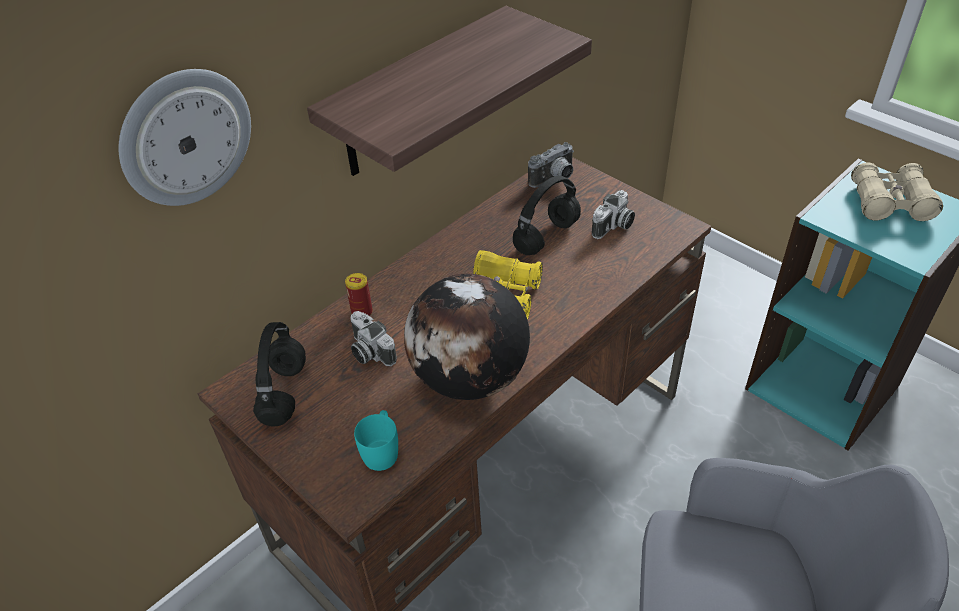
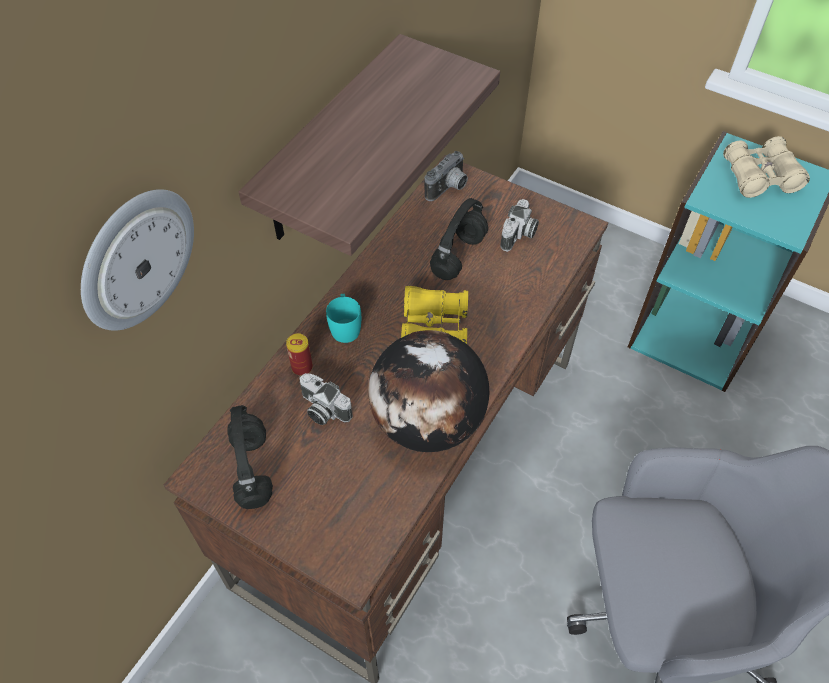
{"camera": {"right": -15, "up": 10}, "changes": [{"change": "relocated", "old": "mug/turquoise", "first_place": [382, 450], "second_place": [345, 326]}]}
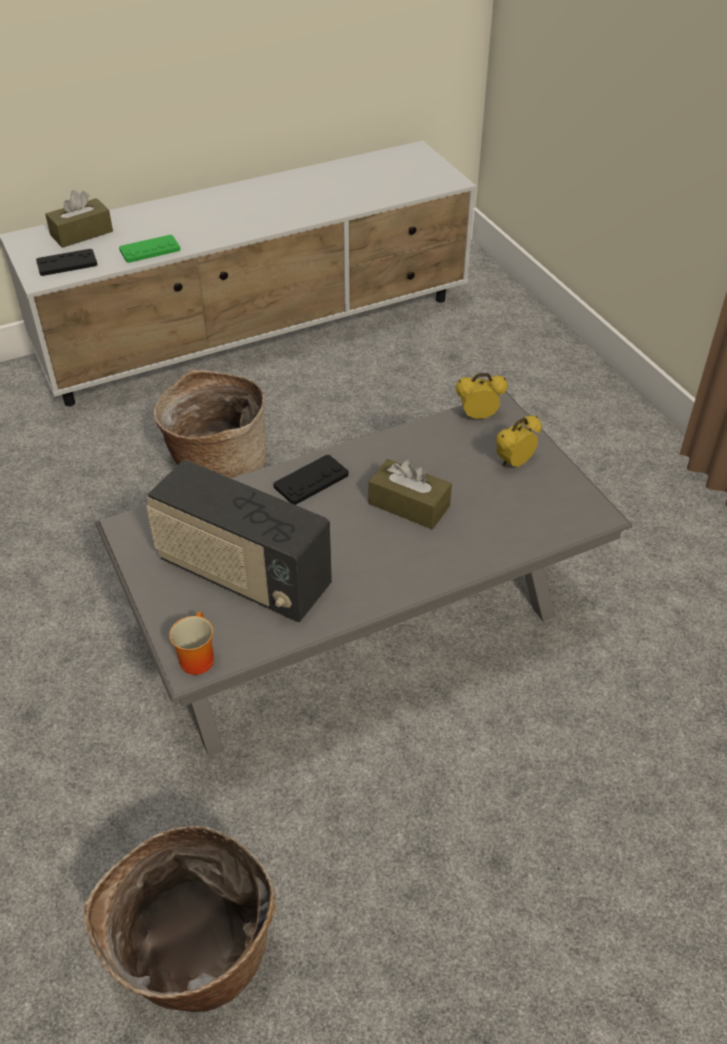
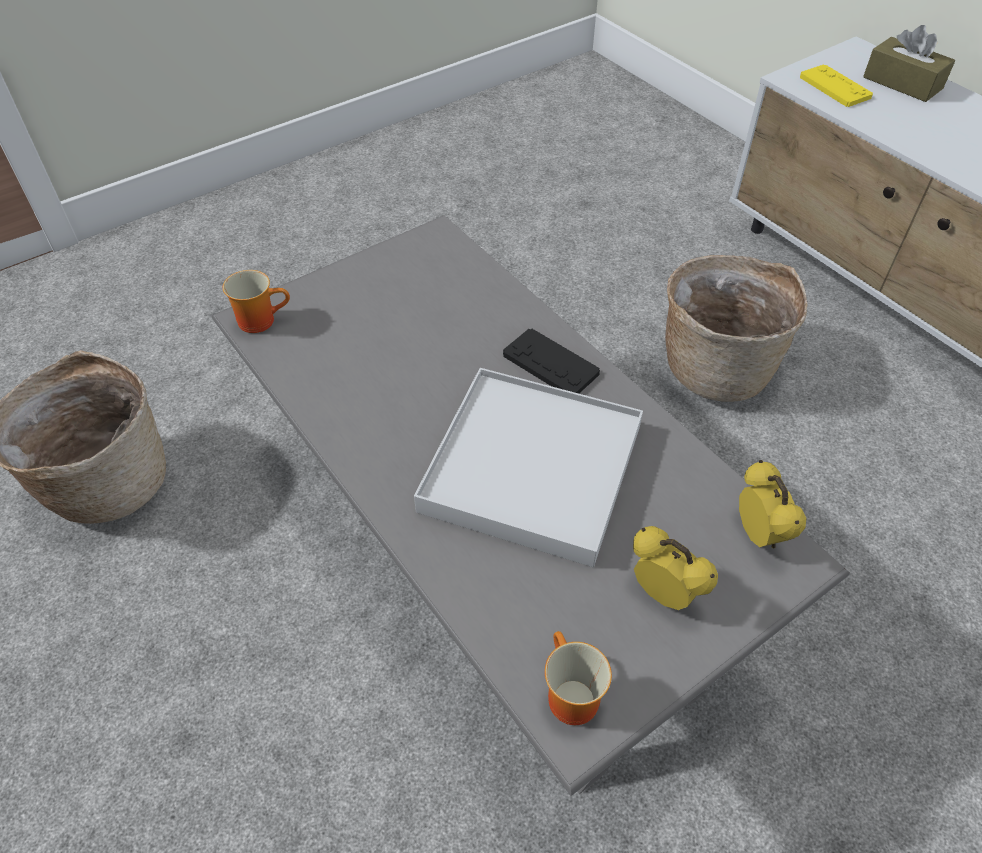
{"camera": {"right": 80, "up": 5}, "changes": [{"change": "missing", "old": "manette/vert", "first_place": [150, 250]}, {"change": "colour", "old": "manette/noir", "new": "manette/jaune", "first_place": [67, 263], "second_place": [834, 87]}, {"change": "missing", "old": "radio", "first_place": [243, 576]}, {"change": "exchanged", "old": "boîte à mouchoirs/marron", "new": "plateau/blanc", "first_place": [409, 505], "second_place": [532, 469]}, {"change": "appeared", "new": "mug", "second_place": [567, 696]}]}
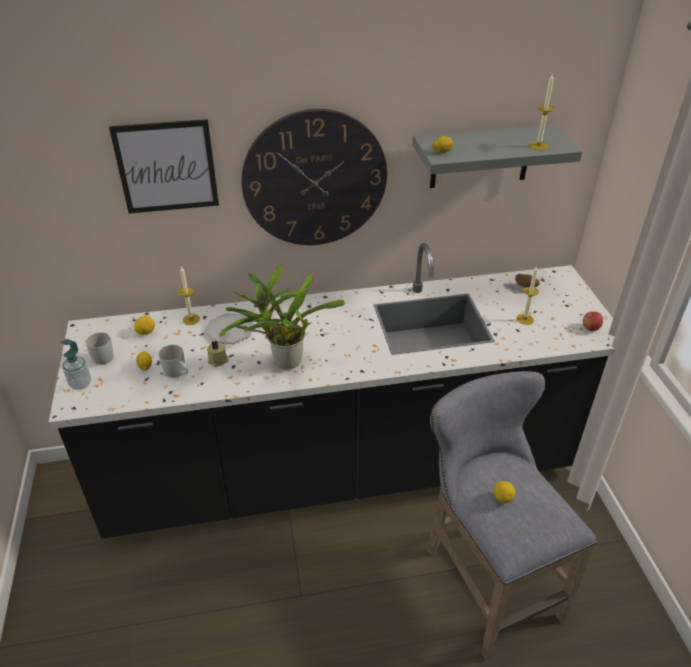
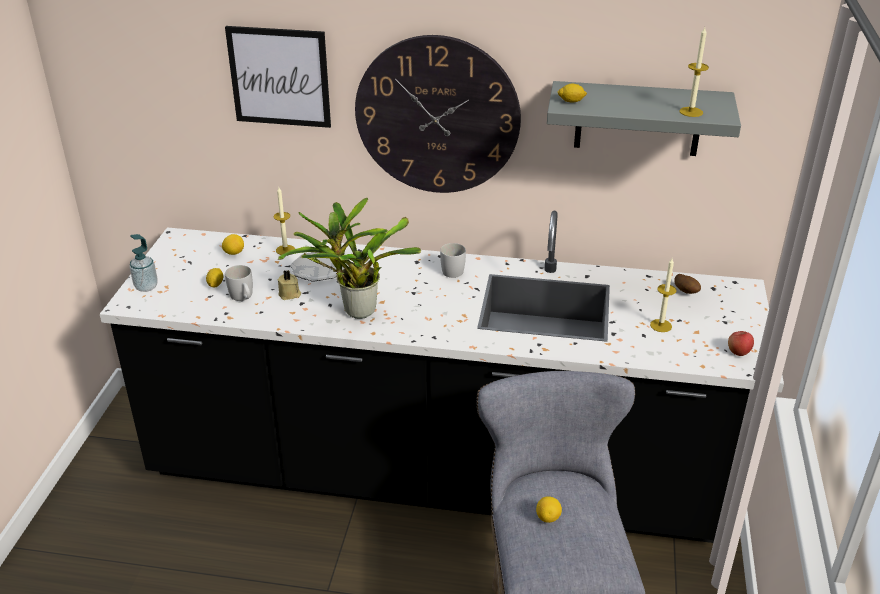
{"camera": {"right": 20, "up": -5}, "changes": [{"change": "relocated", "old": "mug/blanc", "first_place": [101, 356], "second_place": [451, 269]}]}
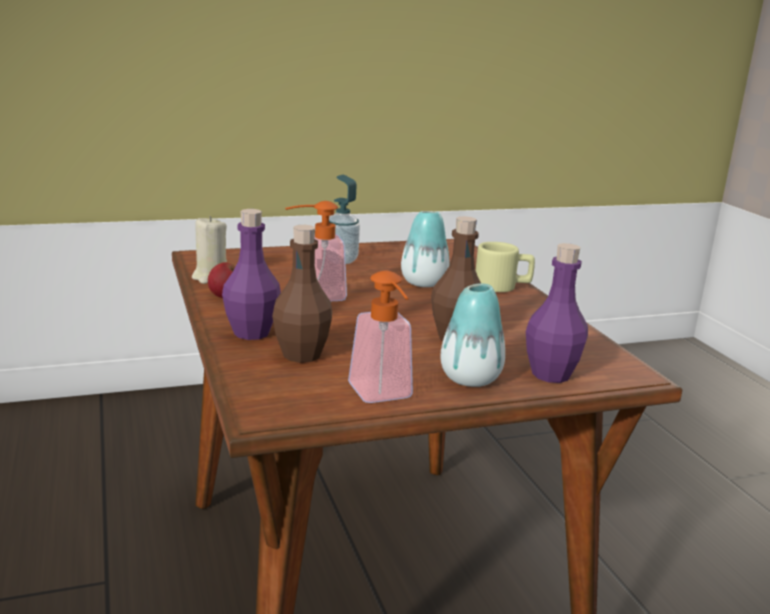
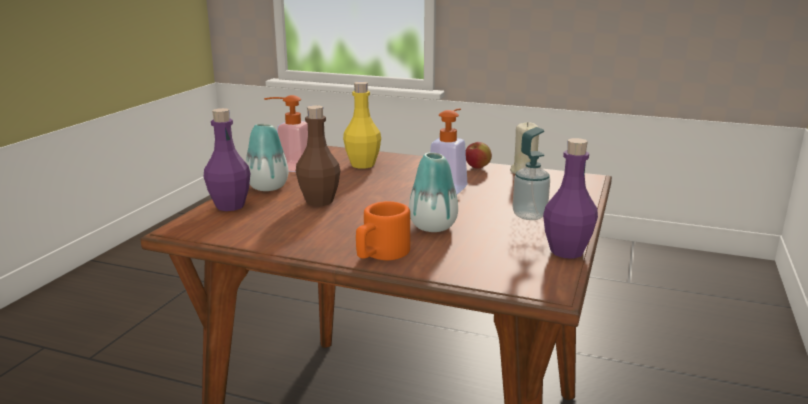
{"camera": {"right": 130, "up": 0}, "changes": [{"change": "relocated", "old": "bouteille/violet", "first_place": [251, 333], "second_place": [567, 251]}, {"change": "colour", "old": "bouteille/marron", "new": "bouteille/jaune", "first_place": [301, 355], "second_place": [362, 165]}, {"change": "colour", "old": "mug/beige", "new": "mug/orange", "first_place": [502, 286], "second_place": [381, 254]}]}
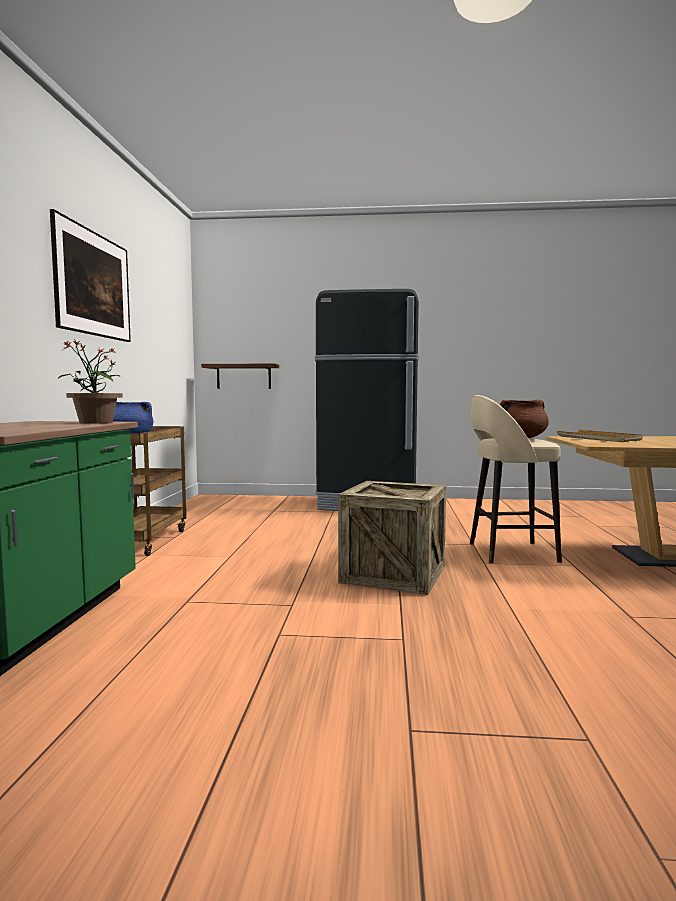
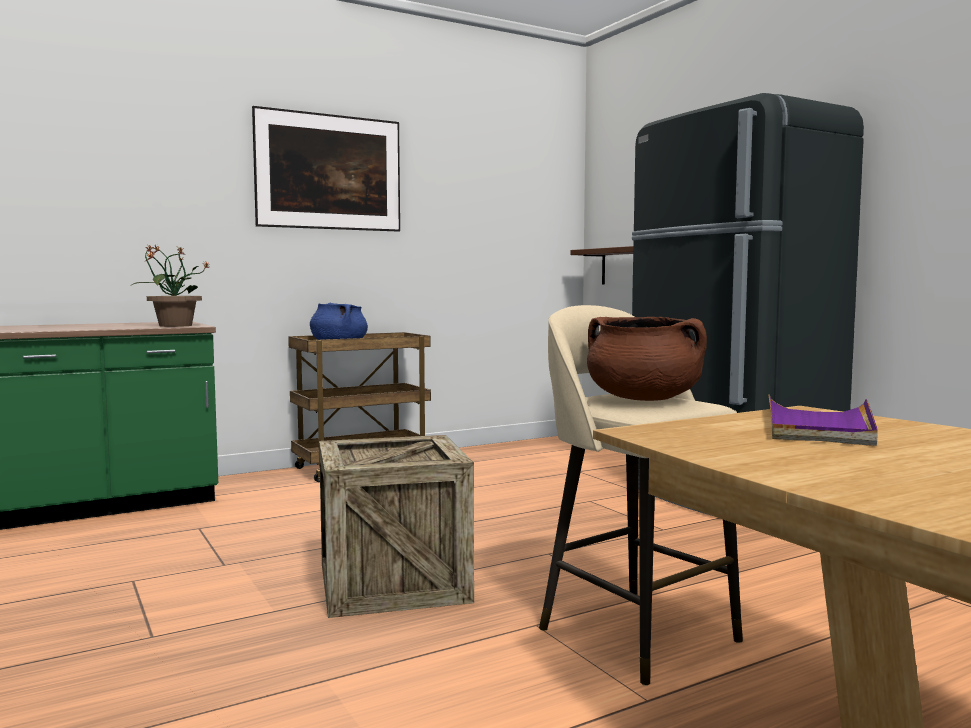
{"camera": {"right": 55, "up": 0}, "changes": [{"change": "colour", "old": "plateau/beige", "new": "plateau/violet", "first_place": [599, 439], "second_place": [819, 426]}]}
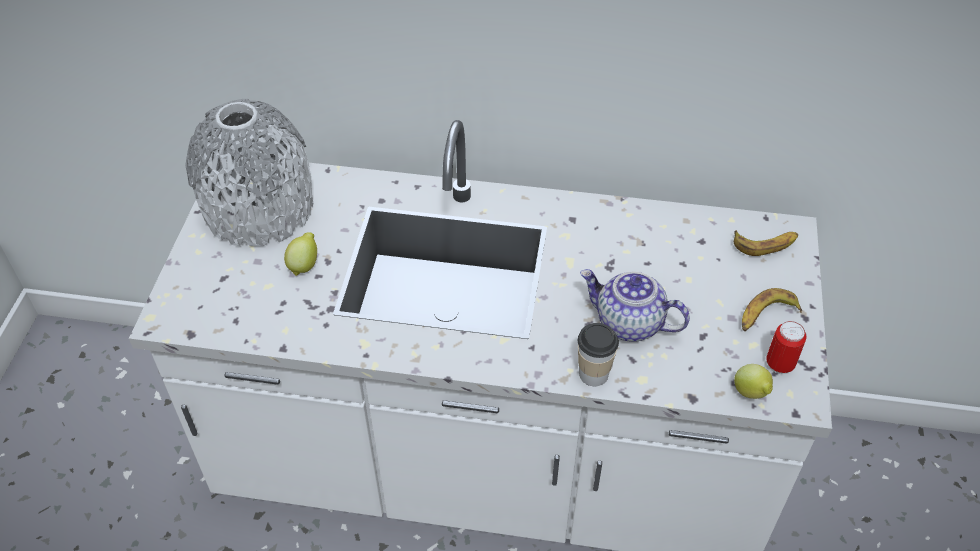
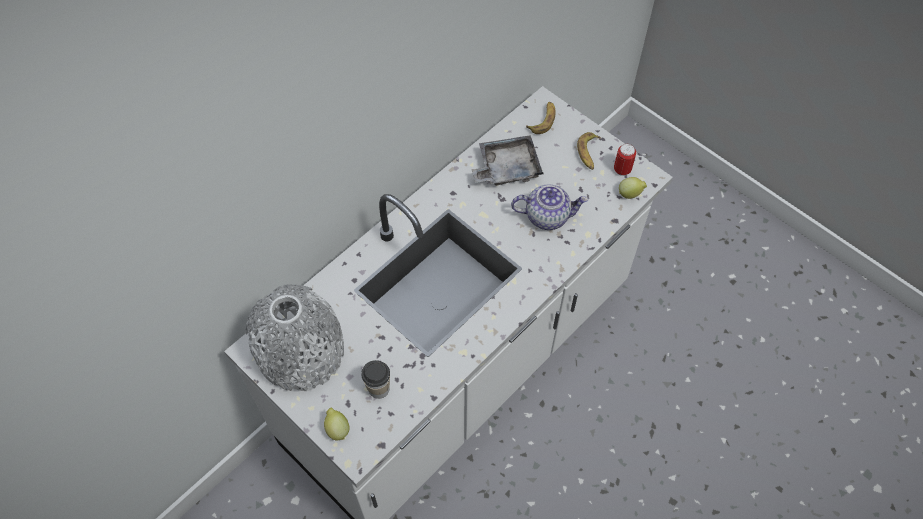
{"camera": {"right": -55, "up": 10}, "changes": [{"change": "relocated", "old": "citron", "first_place": [304, 265], "second_place": [337, 429]}, {"change": "spun", "old": "théière", "first_place": [628, 323], "second_place": [547, 216], "degrees": -150}, {"change": "relocated", "old": "tasse", "first_place": [593, 374], "second_place": [378, 389]}, {"change": "appeared", "new": "plateau/gris", "second_place": [507, 168]}]}
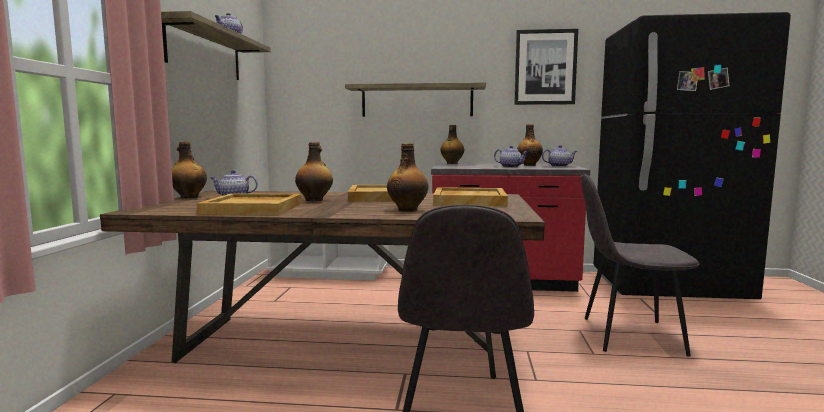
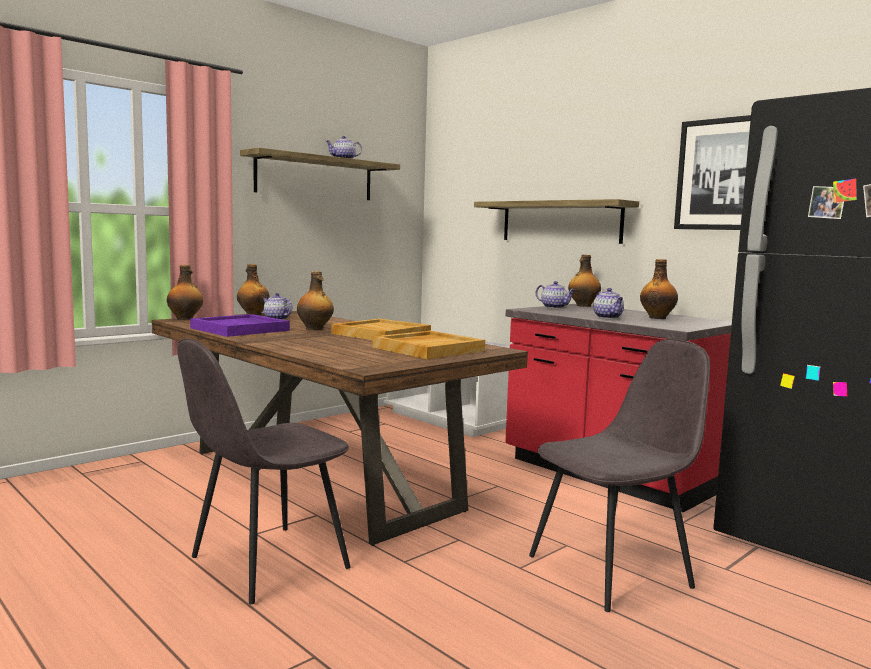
{"camera": {"right": 40, "up": 0}, "changes": [{"change": "relocated", "old": "bouteille", "first_place": [408, 210], "second_place": [185, 319]}, {"change": "relocated", "old": "théière", "first_place": [559, 166], "second_place": [555, 307]}, {"change": "spun", "old": "chaise/gris", "first_place": [628, 335], "second_place": [612, 571], "degrees": 105}, {"change": "colour", "old": "plateau/beige", "new": "plateau/violet", "first_place": [254, 208], "second_place": [241, 329]}]}
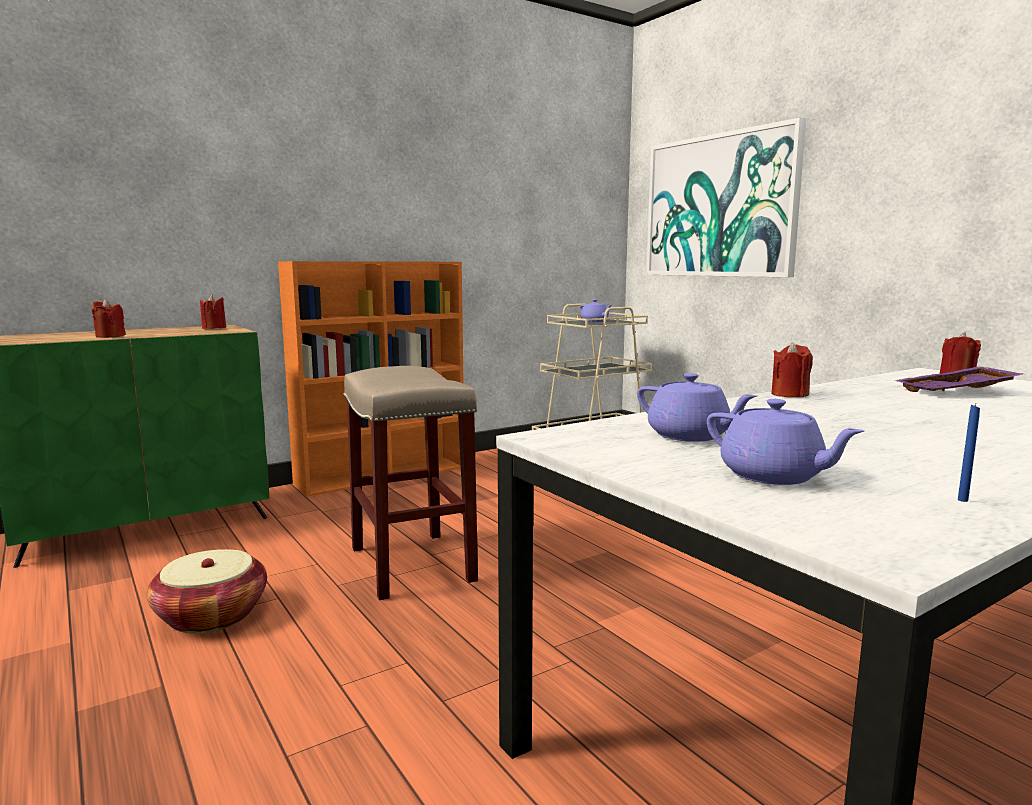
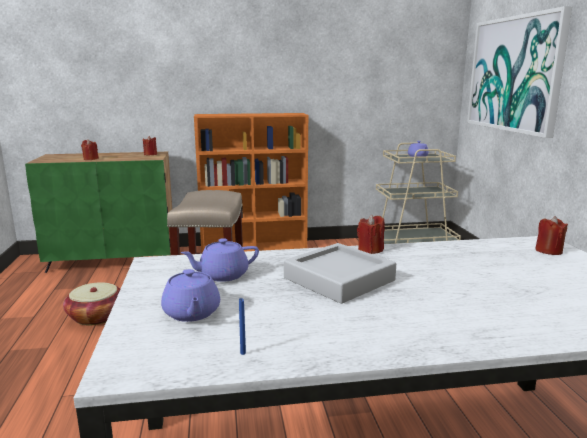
{"camera": {"right": 25, "up": 5}, "changes": [{"change": "missing", "old": "plateau/violet", "first_place": [957, 392]}, {"change": "spun", "old": "théière/violet", "first_place": [690, 436], "second_place": [222, 275], "degrees": 90}, {"change": "appeared", "new": "plateau/gris", "second_place": [339, 279]}]}
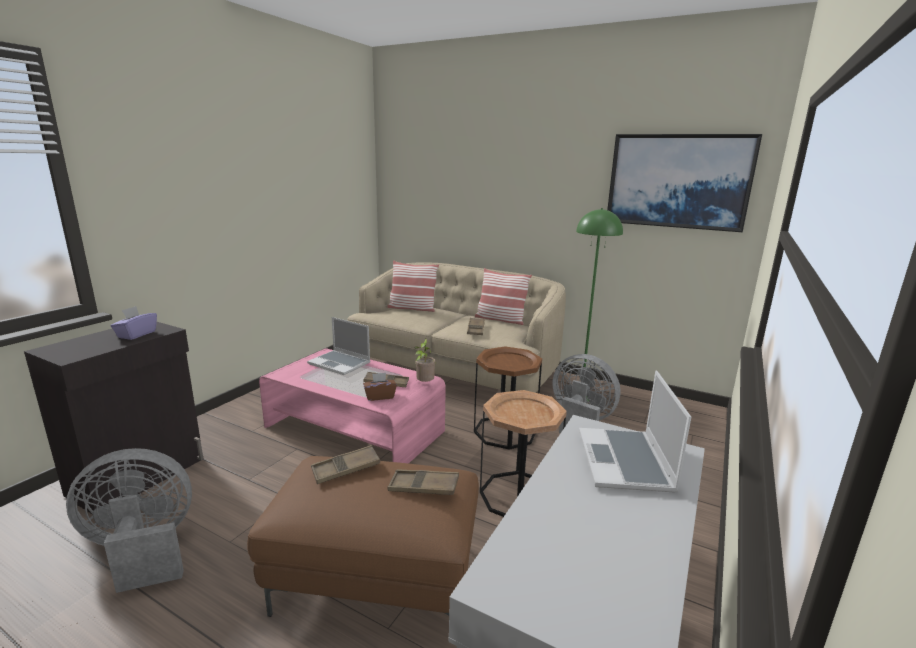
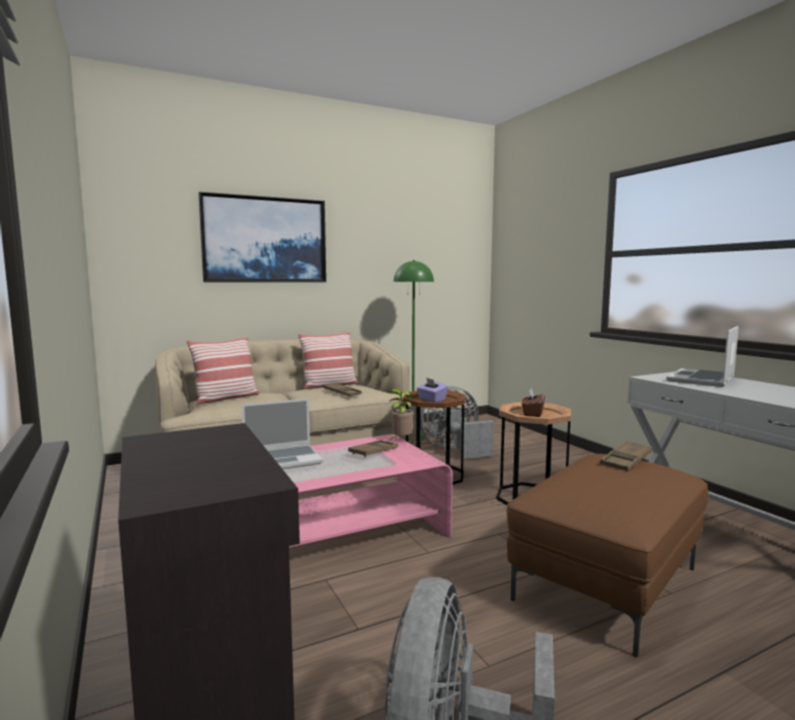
{"camera": {"right": -55, "up": -10}, "changes": [{"change": "relocated", "old": "tableau", "first_place": [678, 181], "second_place": [265, 240]}, {"change": "relocated", "old": "boîte à mouchoirs/violet", "first_place": [136, 334], "second_place": [431, 400]}, {"change": "spun", "old": "ordinateur portable", "first_place": [625, 462], "second_place": [702, 380], "degrees": 90}, {"change": "relocated", "old": "boîte à mouchoirs/marron", "first_place": [380, 396], "second_place": [532, 413]}, {"change": "missing", "old": "plateau/marron", "first_place": [346, 469]}]}
